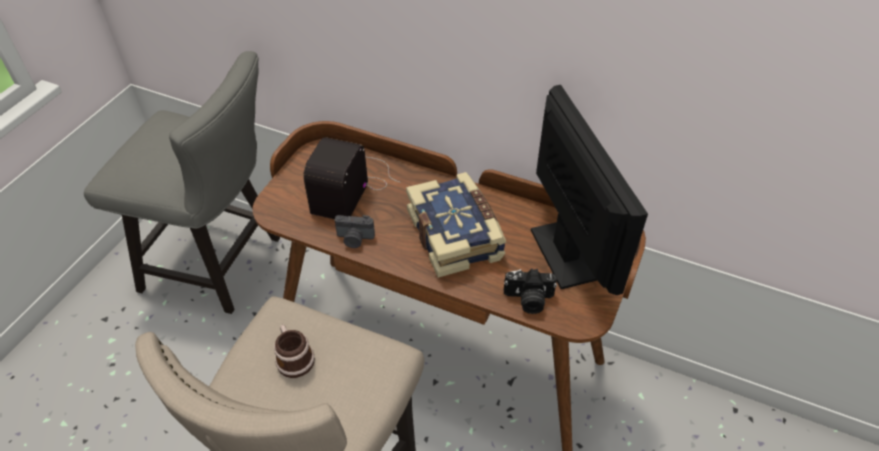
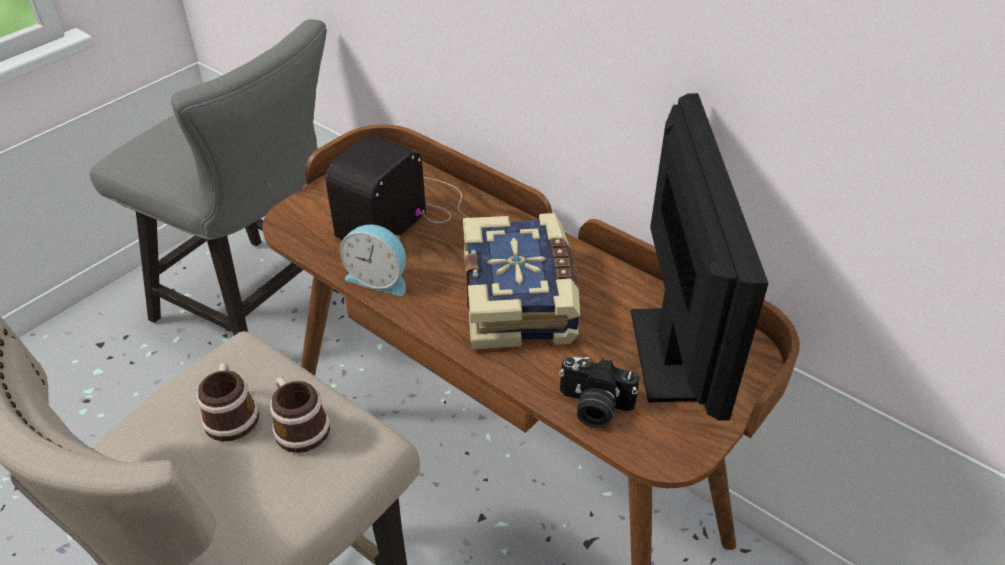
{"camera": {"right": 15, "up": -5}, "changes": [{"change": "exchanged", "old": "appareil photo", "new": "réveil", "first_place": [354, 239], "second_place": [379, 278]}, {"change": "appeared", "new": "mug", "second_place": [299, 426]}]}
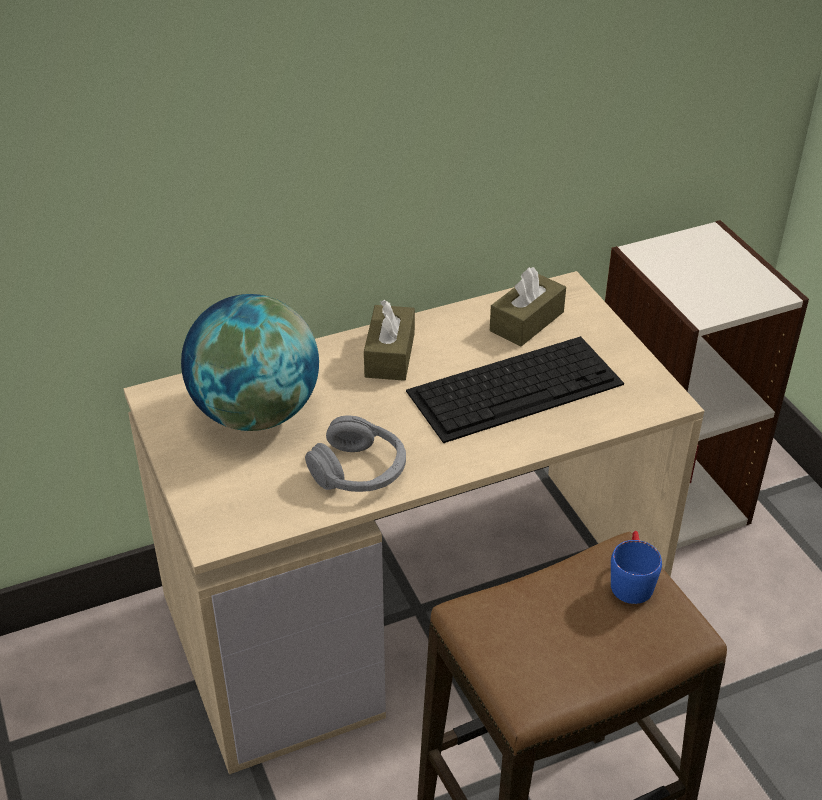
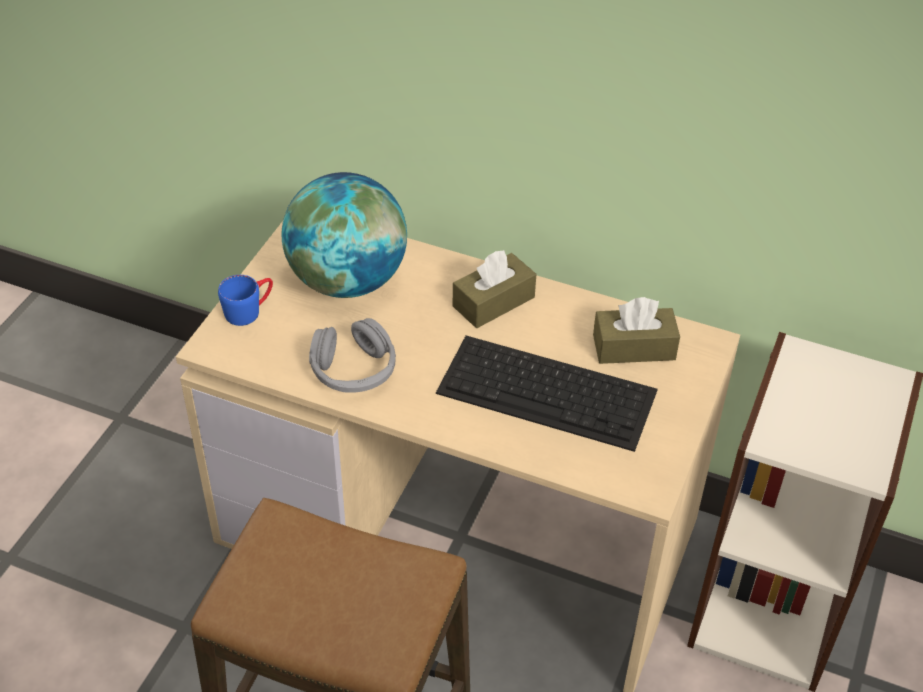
{"camera": {"right": 45, "up": 5}, "changes": [{"change": "relocated", "old": "mug/bleu", "first_place": [631, 579], "second_place": [249, 310]}]}
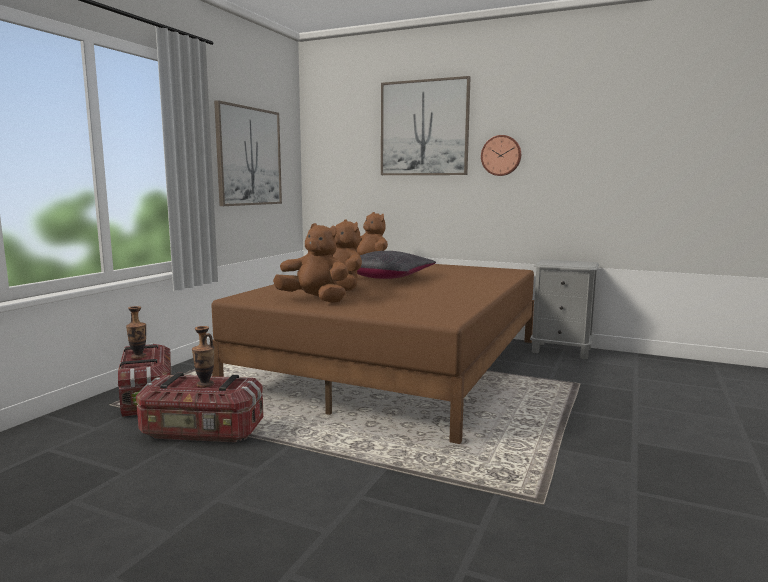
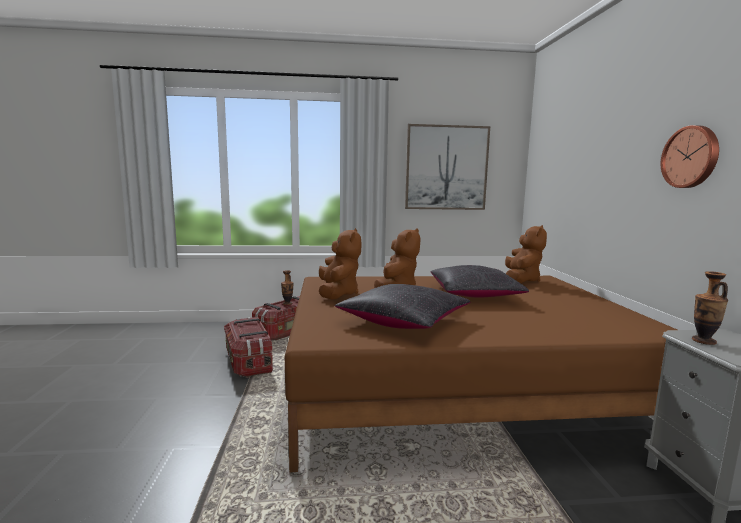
{"camera": {"right": 60, "up": 0}, "changes": [{"change": "missing", "old": "tableau", "first_place": [424, 128]}, {"change": "relocated", "old": "vase", "first_place": [205, 384], "second_place": [703, 341]}, {"change": "appeared", "new": "coussin/noir", "second_place": [403, 321]}]}
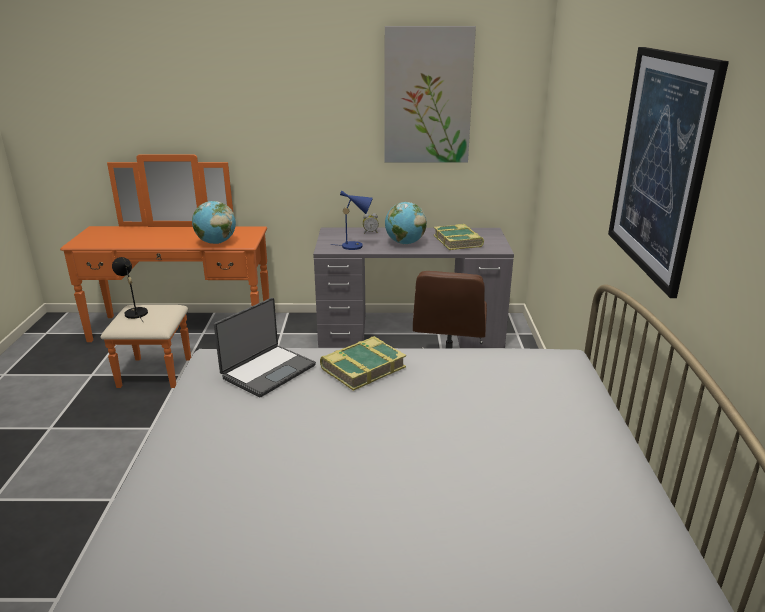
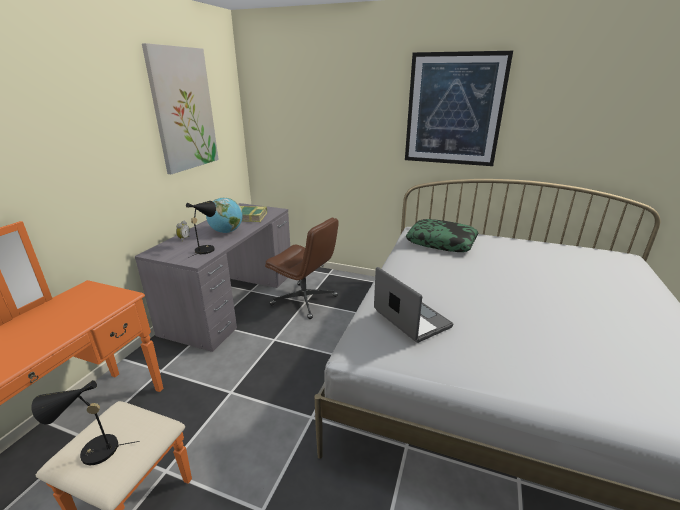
{"camera": {"right": -70, "up": 0}, "changes": [{"change": "colour", "old": "lampe de table/bleu", "new": "lampe de table/noir", "first_place": [355, 246], "second_place": [206, 249]}, {"change": "missing", "old": "globe", "first_place": [216, 242]}, {"change": "missing", "old": "livre", "first_place": [362, 368]}, {"change": "appeared", "new": "coussin", "second_place": [441, 242]}]}
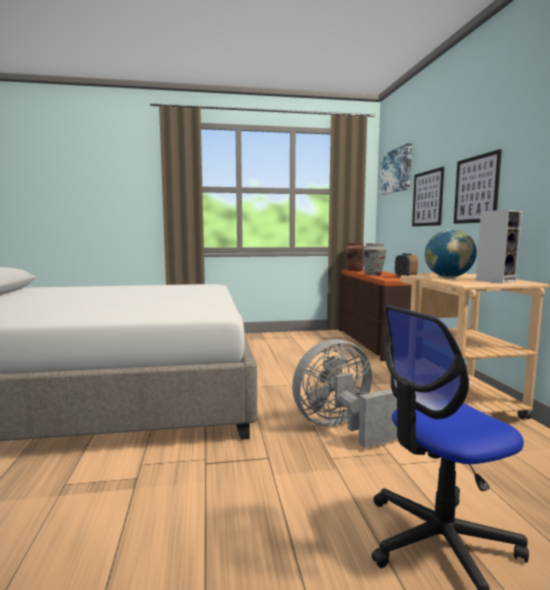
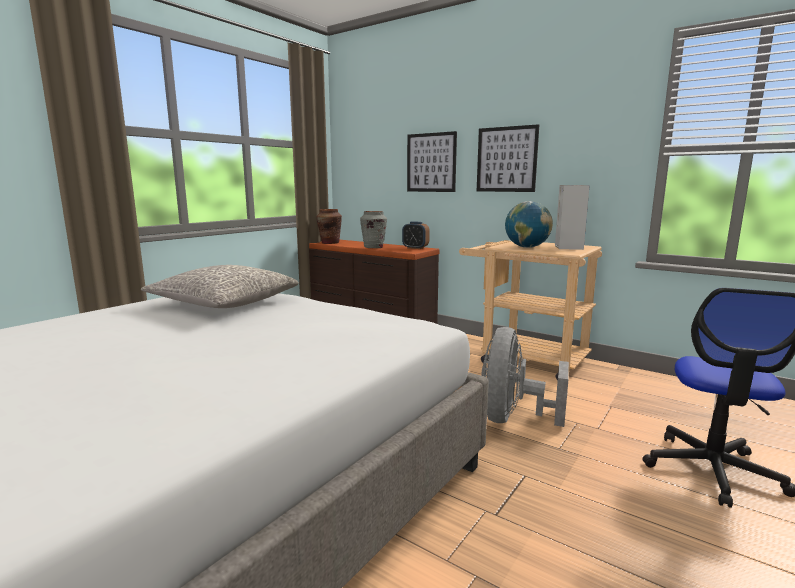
{"camera": {"right": -45, "up": 5}, "changes": [{"change": "missing", "old": "tableau", "first_place": [396, 171]}, {"change": "appeared", "new": "coussin/gris", "second_place": [223, 304]}]}
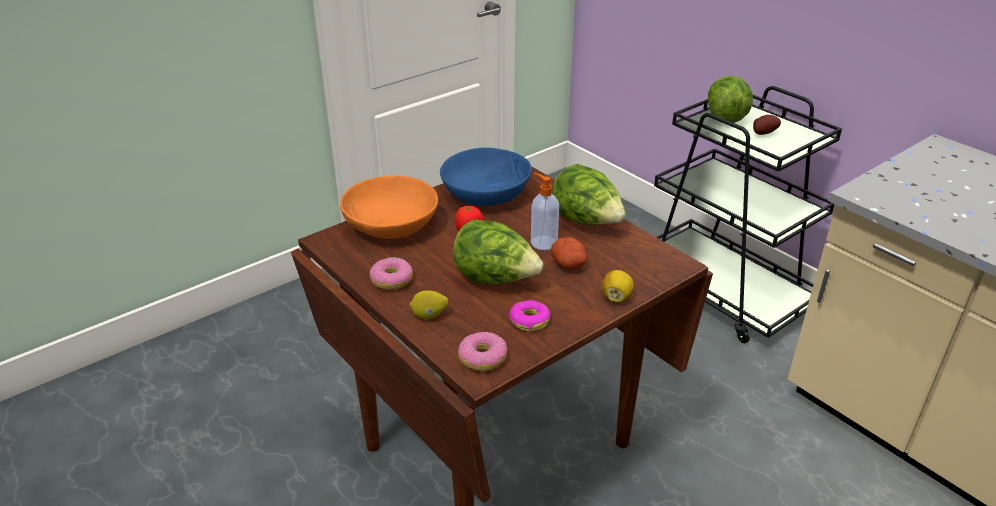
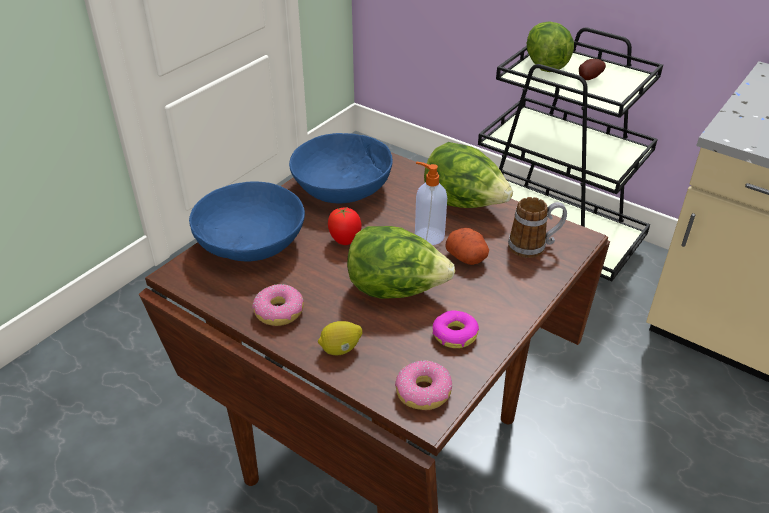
{"camera": {"right": -15, "up": 5}, "changes": [{"change": "colour", "old": "bol/orange", "new": "bol/bleu", "first_place": [391, 226], "second_place": [251, 243]}, {"change": "missing", "old": "citron", "first_place": [616, 297]}, {"change": "appeared", "new": "mug", "second_place": [534, 246]}]}
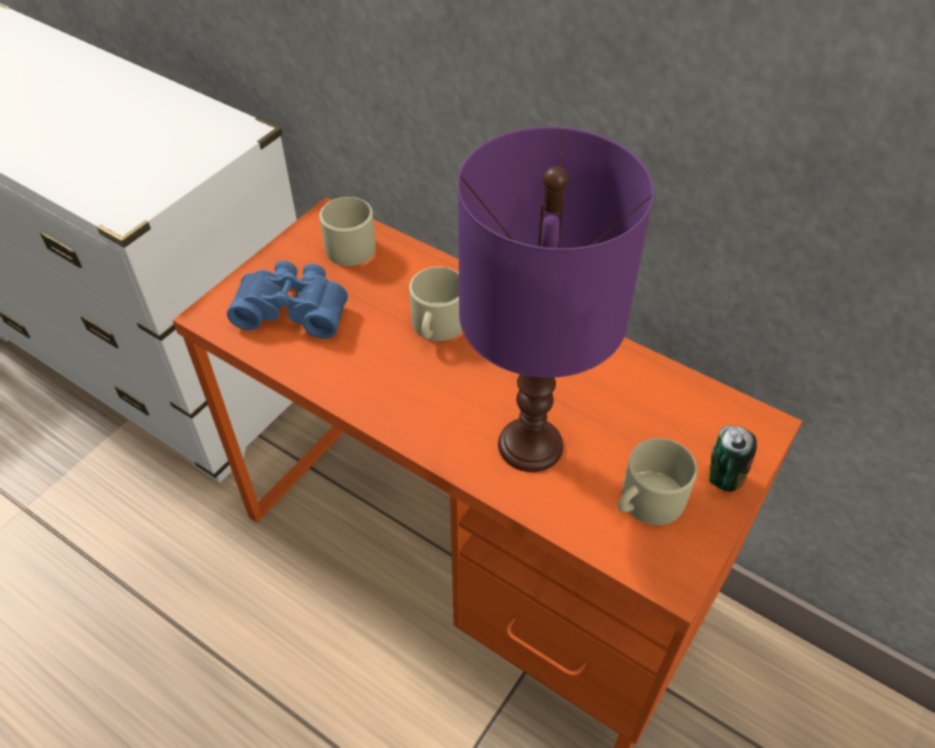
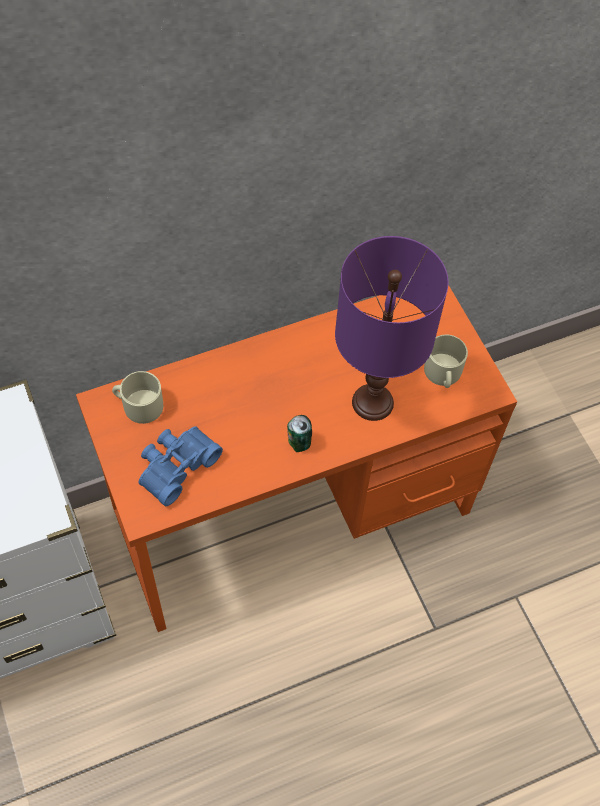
{"camera": {"right": -60, "up": 10}, "changes": [{"change": "missing", "old": "mug/beige", "first_place": [436, 326]}, {"change": "relocated", "old": "boîte métallique", "first_place": [723, 477], "second_place": [298, 444]}]}
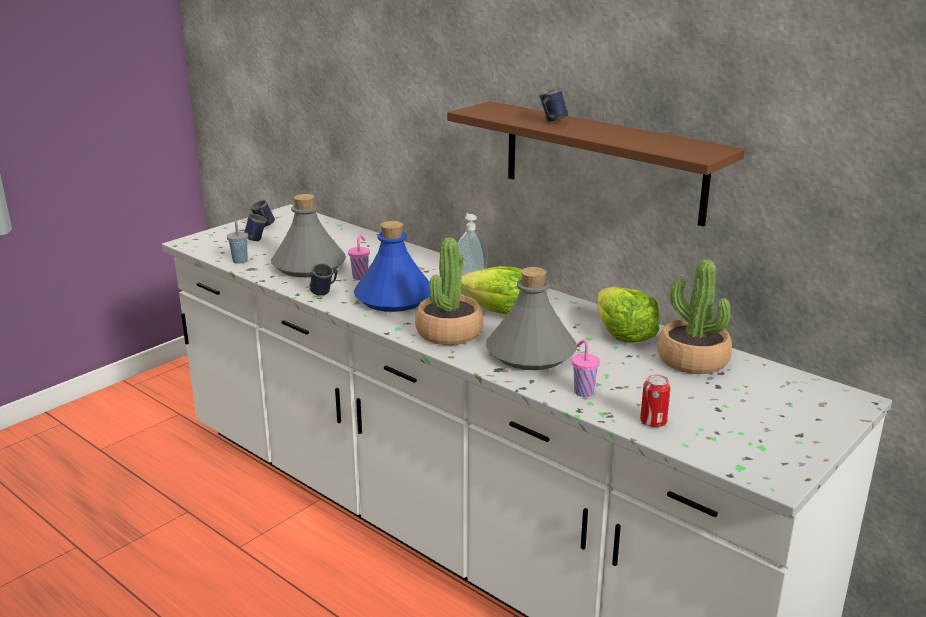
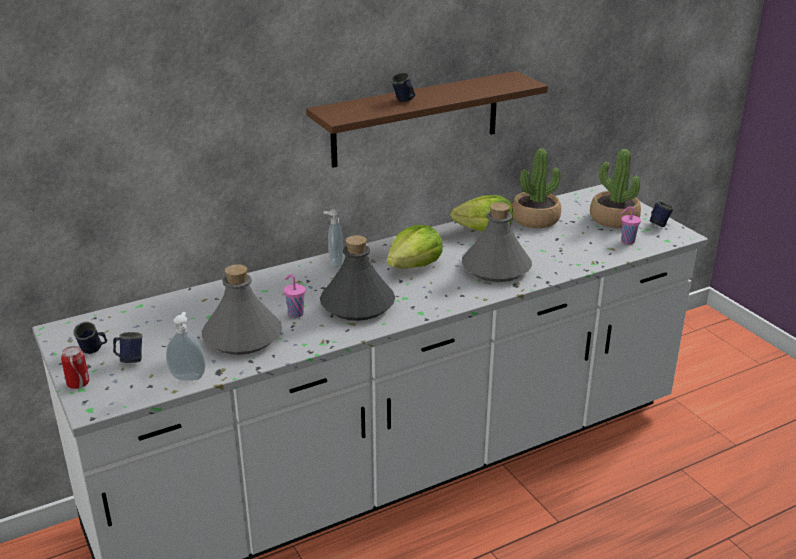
{"camera": {"right": -70, "up": 5}, "changes": [{"change": "exchanged", "old": "tasse/gris", "new": "distributeur de savon", "first_place": [240, 260], "second_place": [188, 376]}, {"change": "colour", "old": "bouteille/bleu", "new": "bouteille/gris", "first_place": [394, 298], "second_place": [357, 305]}, {"change": "relocated", "old": "plante en pot", "first_place": [449, 333], "second_place": [613, 219]}, {"change": "relocated", "old": "mug/bleu", "first_place": [325, 292], "second_place": [658, 224]}, {"change": "relocated", "old": "tasse/rose", "first_place": [583, 391], "second_place": [627, 241]}, {"change": "relocated", "old": "boîte métallique", "first_place": [653, 422], "second_place": [78, 384]}]}
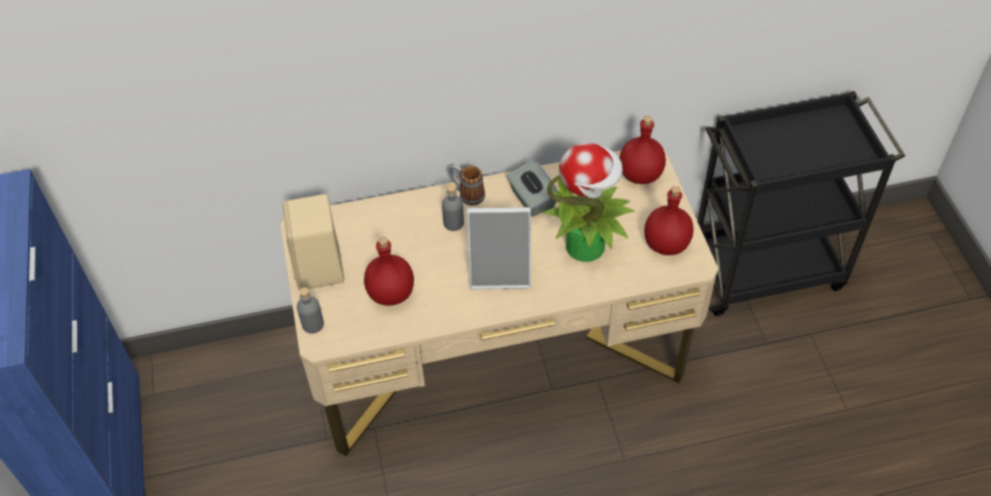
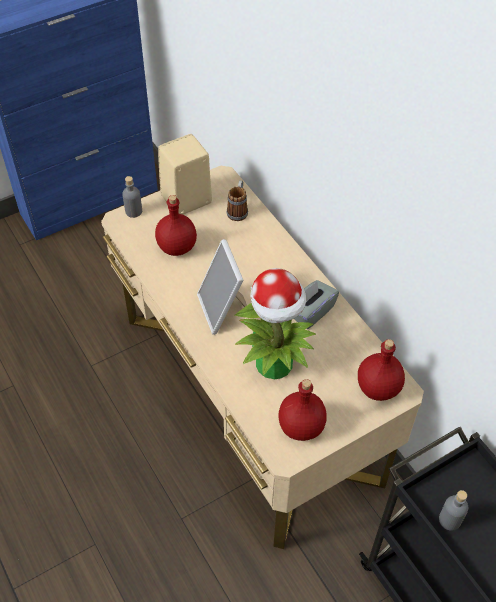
{"camera": {"right": 70, "up": 0}, "changes": [{"change": "relocated", "old": "mug", "first_place": [467, 194], "second_place": [238, 210]}, {"change": "relocated", "old": "bouteille/gris", "first_place": [453, 223], "second_place": [449, 520]}]}
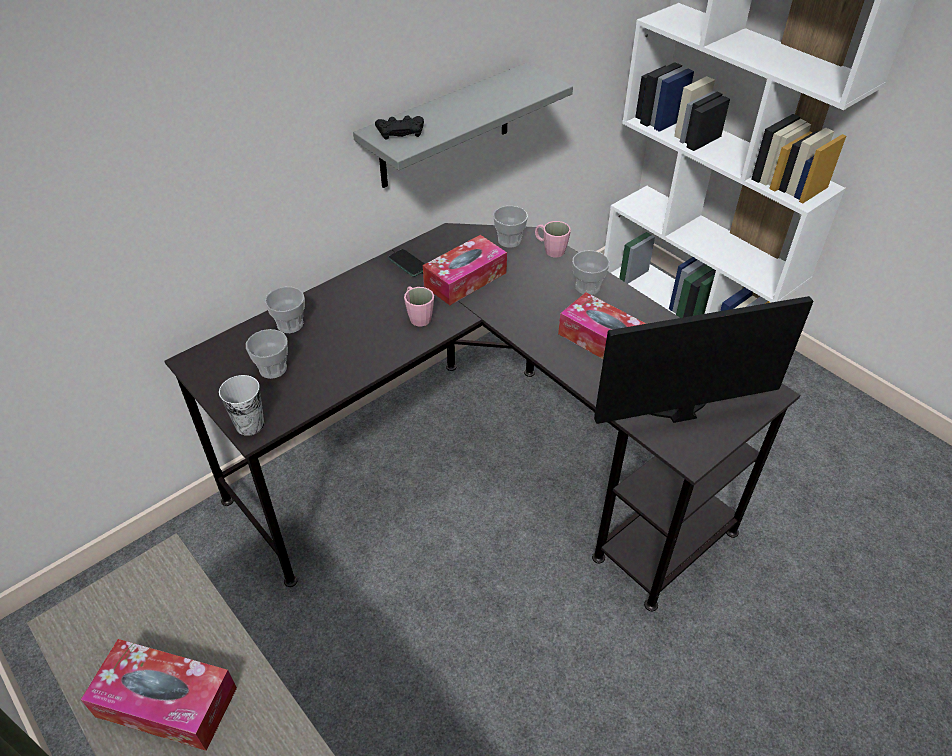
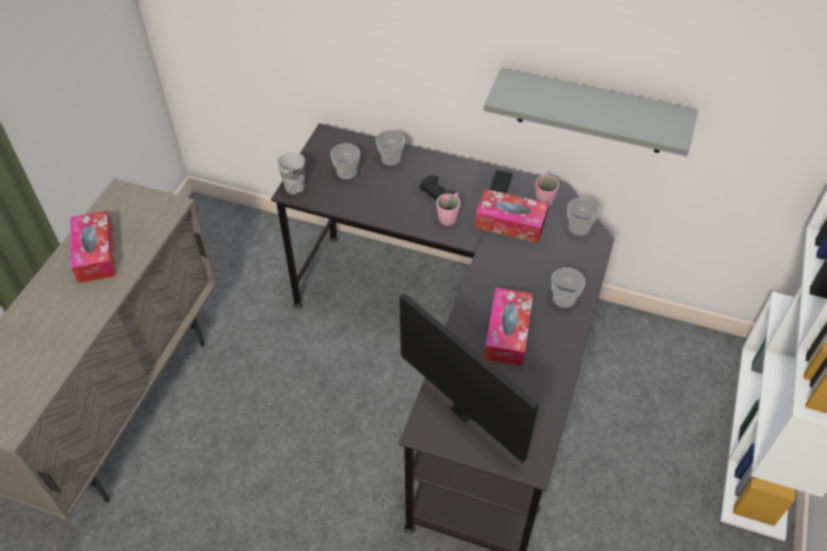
{"camera": {"right": 60, "up": 5}, "changes": [{"change": "relocated", "old": "manette/noir", "first_place": [400, 131], "second_place": [437, 192]}, {"change": "relocated", "old": "mug/rose", "first_place": [550, 249], "second_place": [544, 197]}]}
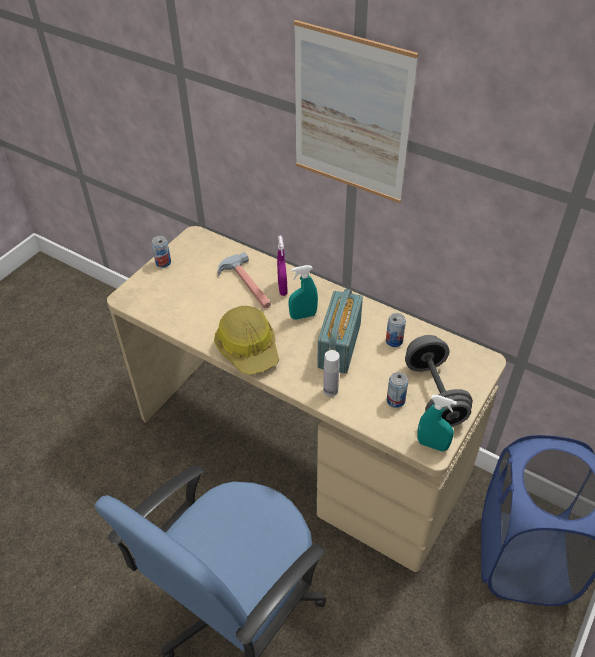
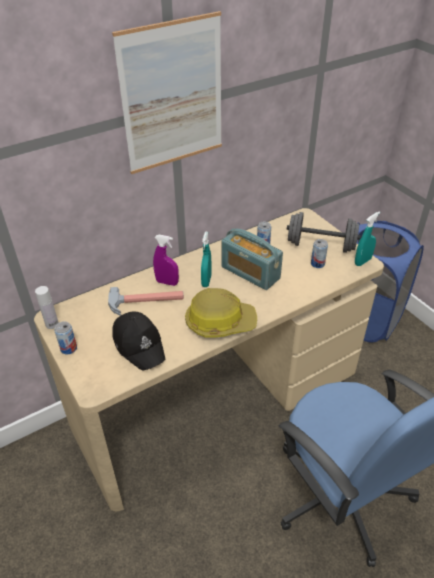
{"camera": {"right": -65, "up": -5}, "changes": [{"change": "relocated", "old": "bouteille/blanc", "first_place": [330, 390], "second_place": [52, 324]}, {"change": "appeared", "new": "casquette/noir", "second_place": [139, 344]}]}
